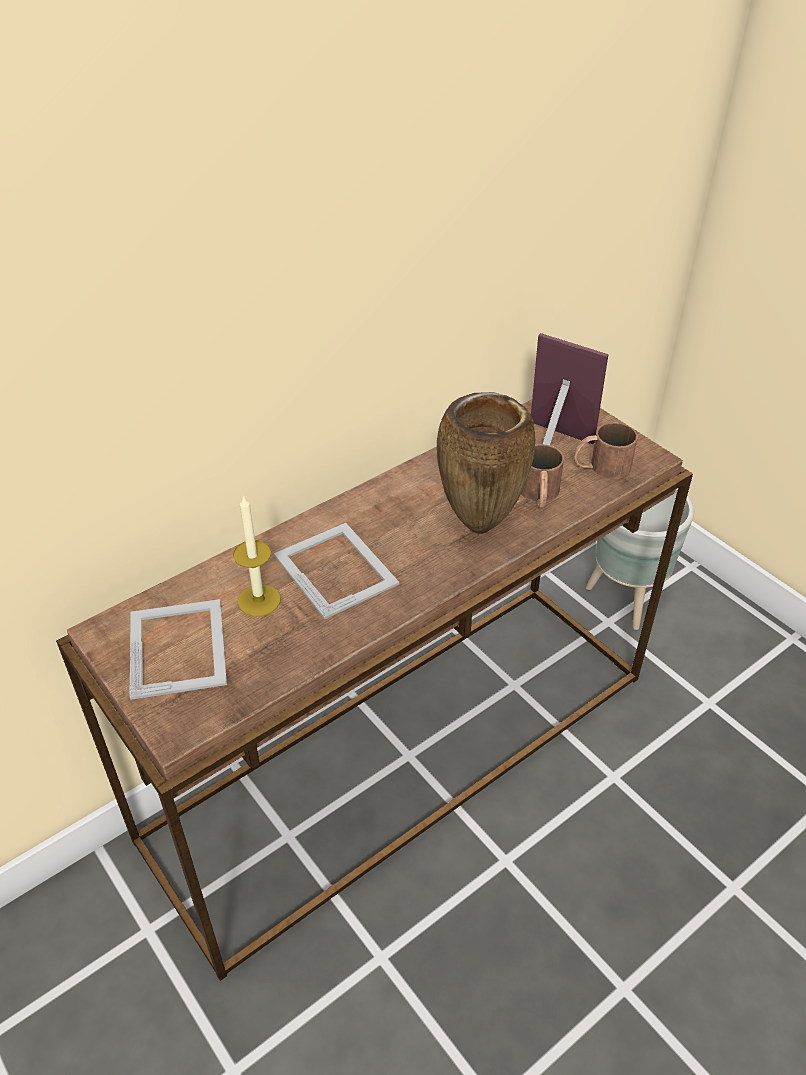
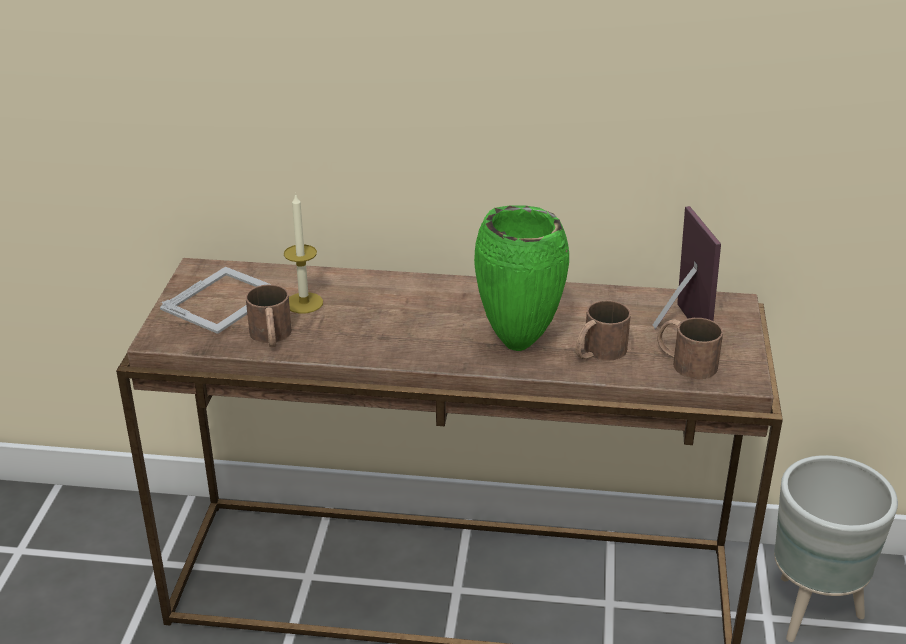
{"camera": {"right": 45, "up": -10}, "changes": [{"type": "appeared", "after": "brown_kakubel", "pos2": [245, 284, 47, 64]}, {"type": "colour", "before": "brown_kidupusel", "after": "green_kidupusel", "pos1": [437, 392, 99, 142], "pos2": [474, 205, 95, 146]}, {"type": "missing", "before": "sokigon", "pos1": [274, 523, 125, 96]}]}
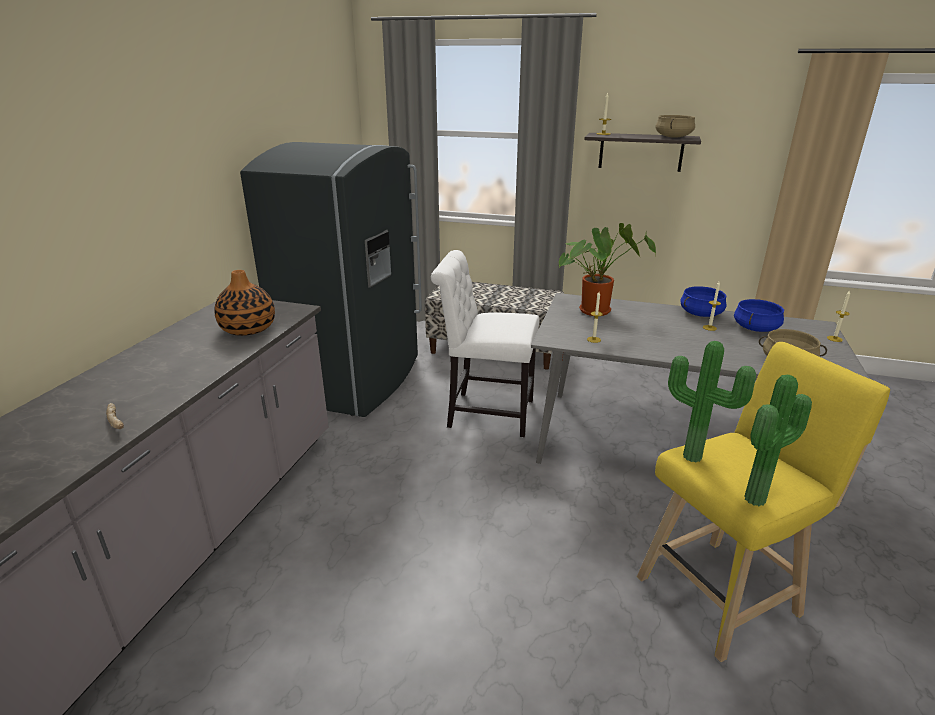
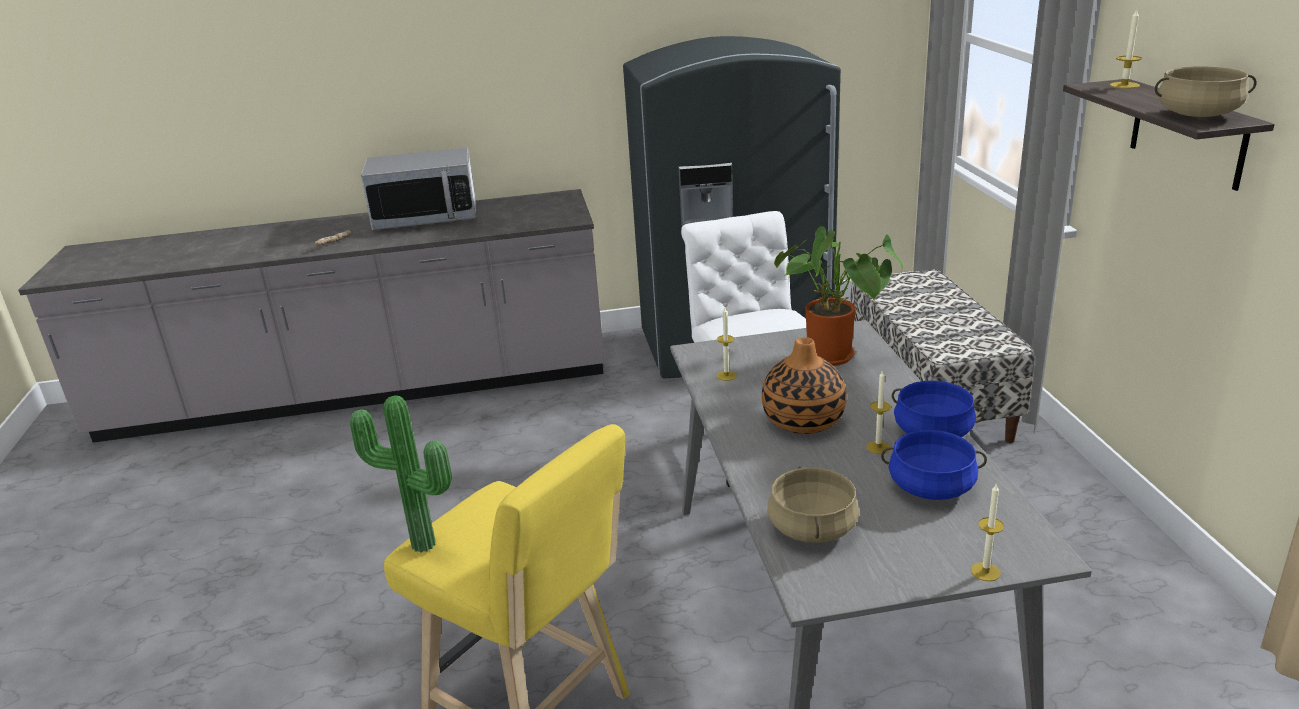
{"camera": {"right": 65, "up": 0}, "changes": [{"type": "appeared", "after": "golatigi", "pos2": [361, 147, 115, 83]}, {"type": "relocated", "before": "kidupusel", "pos1": [214, 270, 61, 66], "pos2": [762, 337, 85, 97]}, {"type": "missing", "before": "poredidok", "pos1": [668, 341, 88, 122]}]}
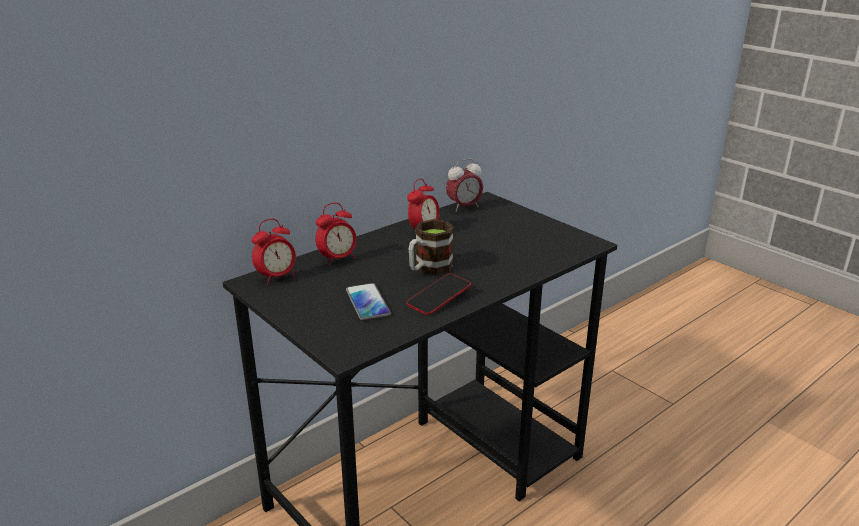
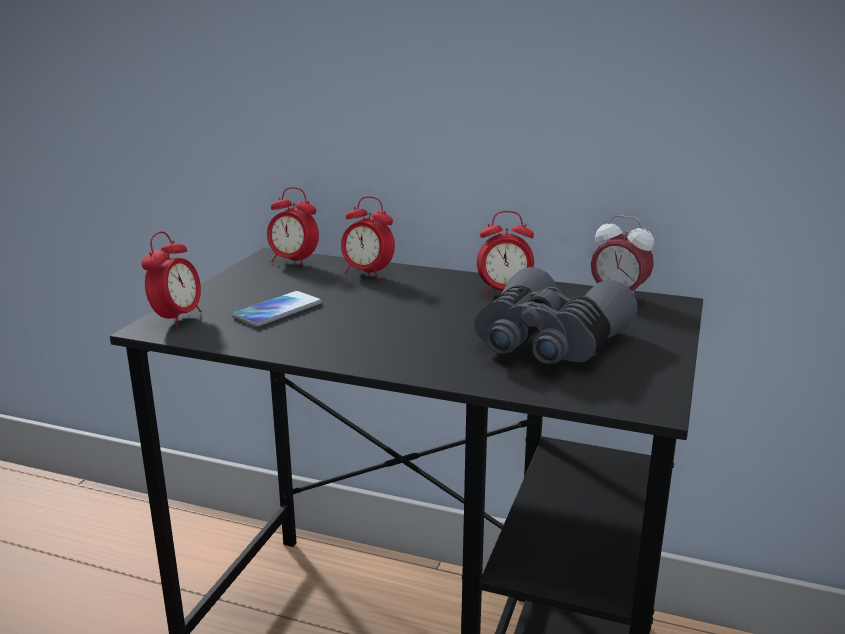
{"camera": {"right": 60, "up": -5}, "changes": [{"type": "appeared", "after": "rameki", "pos2": [141, 232, 61, 95]}, {"type": "appeared", "after": "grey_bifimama", "pos2": [474, 267, 164, 97]}, {"type": "missing", "before": "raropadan", "pos1": [406, 273, 65, 42]}, {"type": "missing", "before": "kakubel", "pos1": [408, 219, 46, 56]}]}
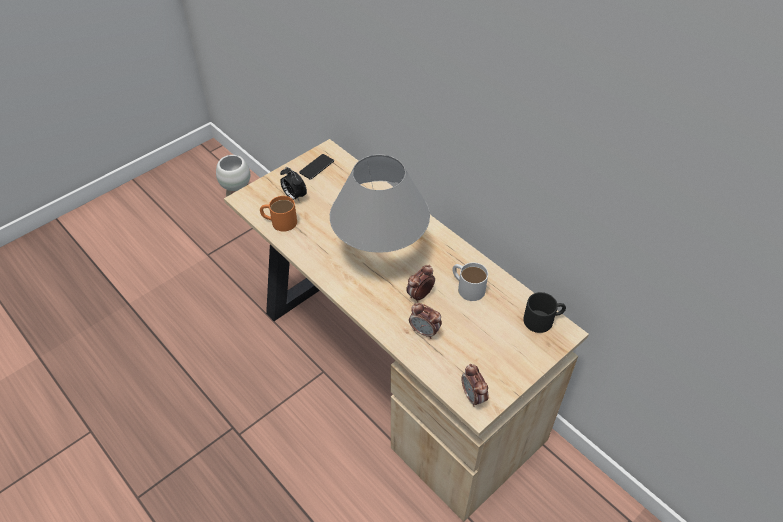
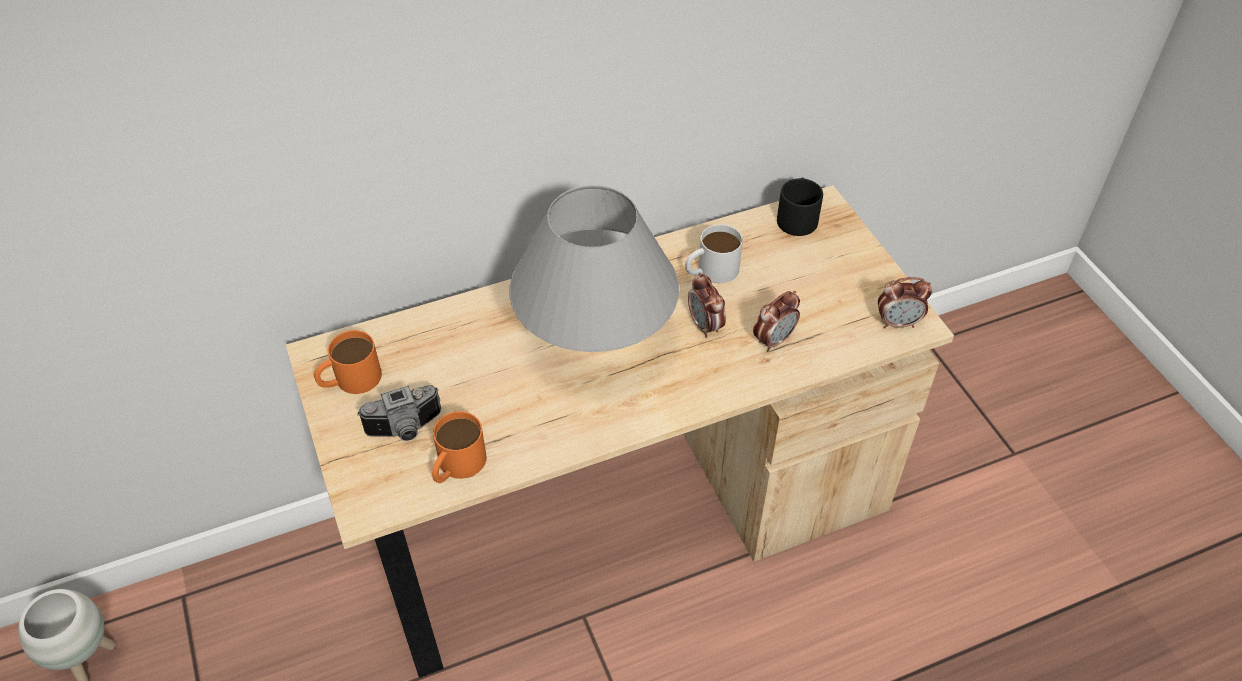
{"camera": {"right": -70, "up": 0}, "changes": [{"type": "exchanged", "before": "raropadan", "after": "orange_kakubel", "pos1": [299, 154, 35, 26], "pos2": [314, 330, 68, 64]}, {"type": "exchanged", "before": "rameki", "after": "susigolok", "pos1": [280, 167, 27, 36], "pos2": [357, 385, 84, 56]}]}
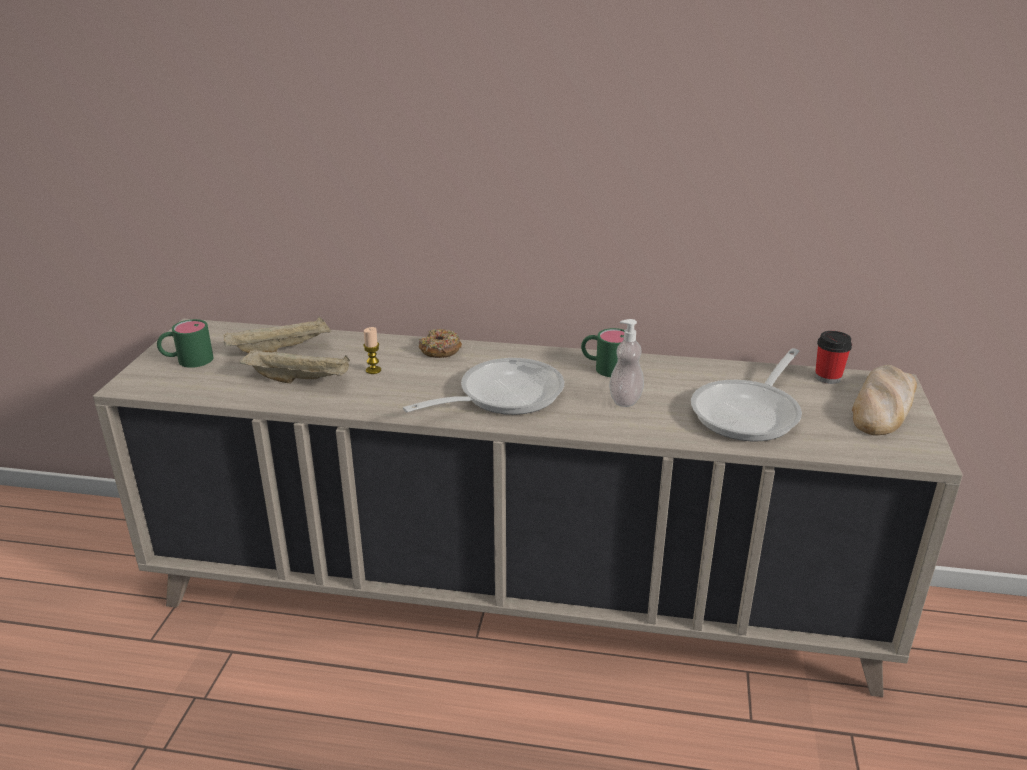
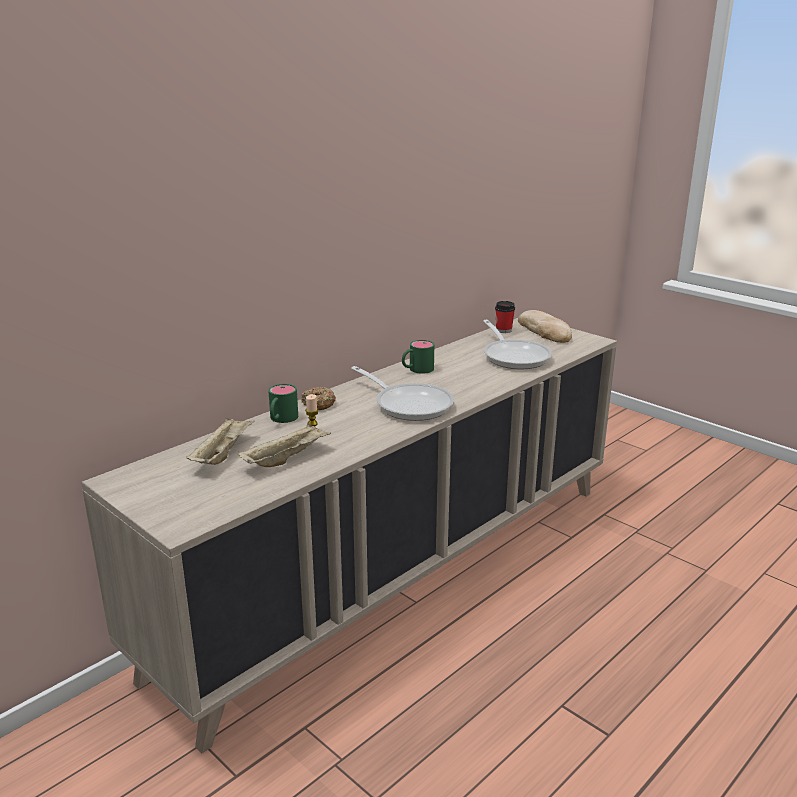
{"camera": {"right": -55, "up": -5}, "changes": [{"type": "relocated", "before": "green_kakubel", "pos1": [157, 319, 57, 49], "pos2": [268, 384, 30, 39]}, {"type": "spun", "before": "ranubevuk", "pos1": [403, 358, 161, 57], "pos2": [351, 366, 103, 55], "turn": 135}, {"type": "missing", "before": "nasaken", "pos1": [609, 319, 35, 88]}]}
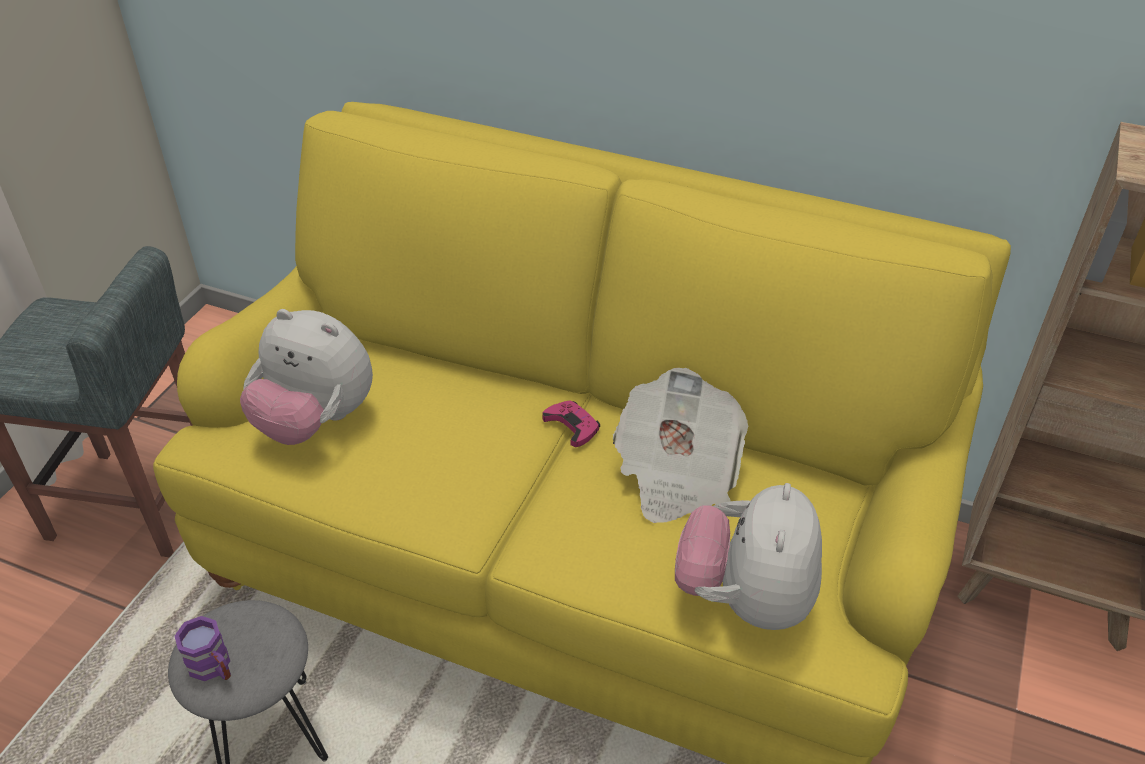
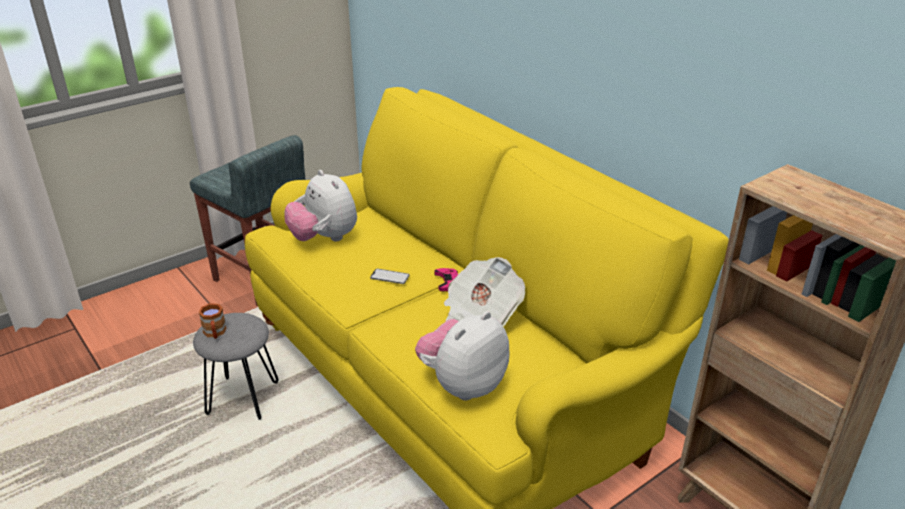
{"camera": {"right": 30, "up": -10}, "changes": [{"type": "colour", "before": "purple_kakubel", "after": "brown_kakubel", "pos1": [175, 616, 56, 65], "pos2": [199, 303, 28, 36]}, {"type": "appeared", "after": "raropadan", "pos2": [370, 268, 40, 16]}]}
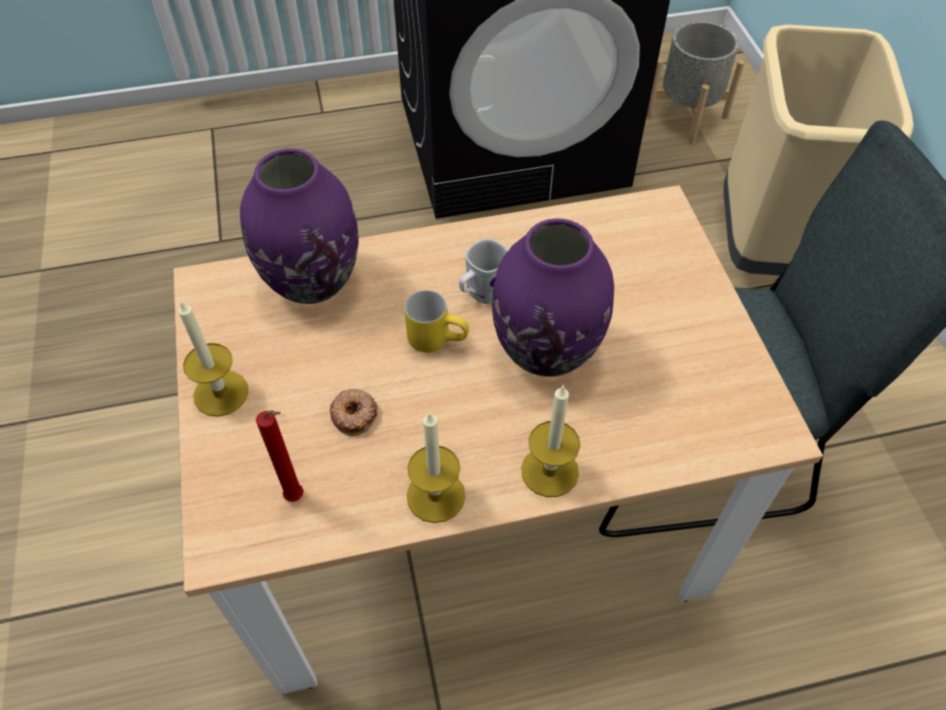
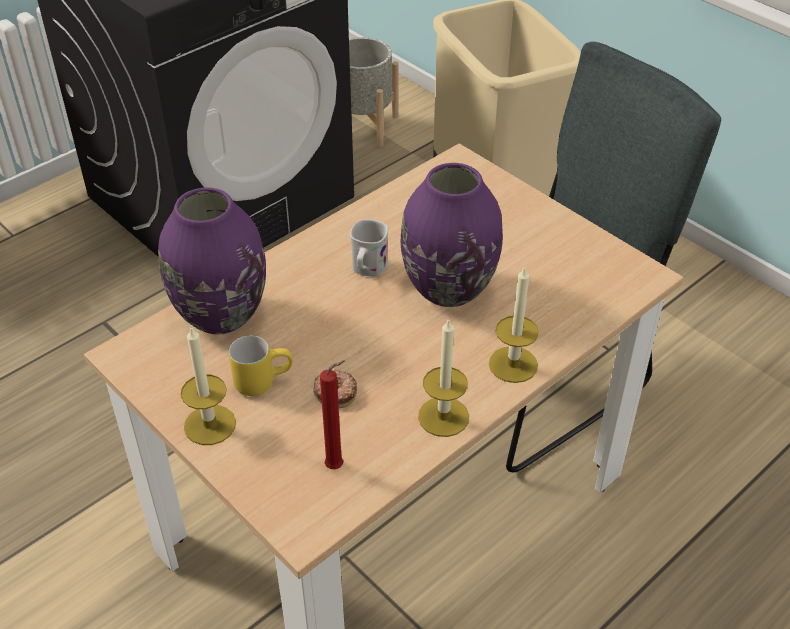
{"camera": {"right": -30, "up": -10}, "changes": [{"type": "relocated", "before": "yellow_kakubel", "pos1": [404, 290, 65, 63], "pos2": [229, 335, 64, 61]}]}
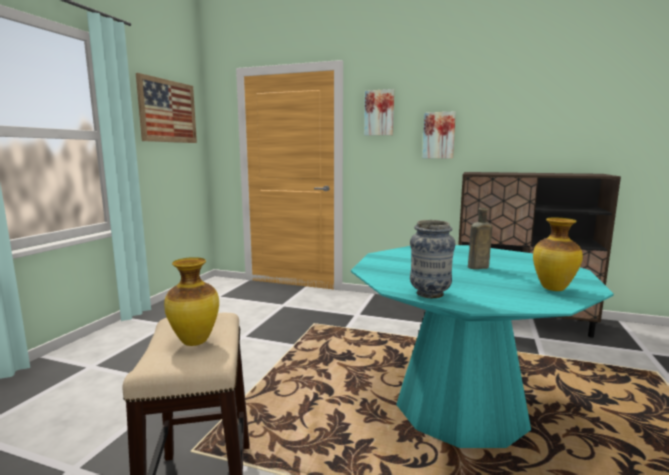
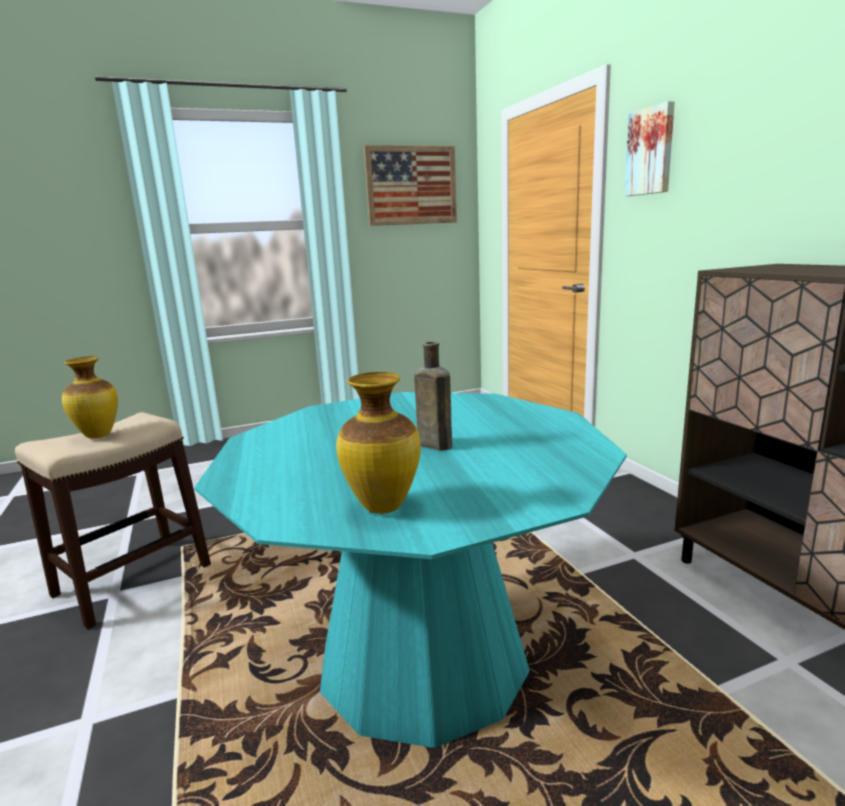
{"camera": {"right": 50, "up": 5}, "changes": [{"type": "missing", "before": "kidupusel", "pos1": [410, 220, 45, 78]}, {"type": "missing", "before": "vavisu", "pos1": [423, 111, 33, 48]}]}
